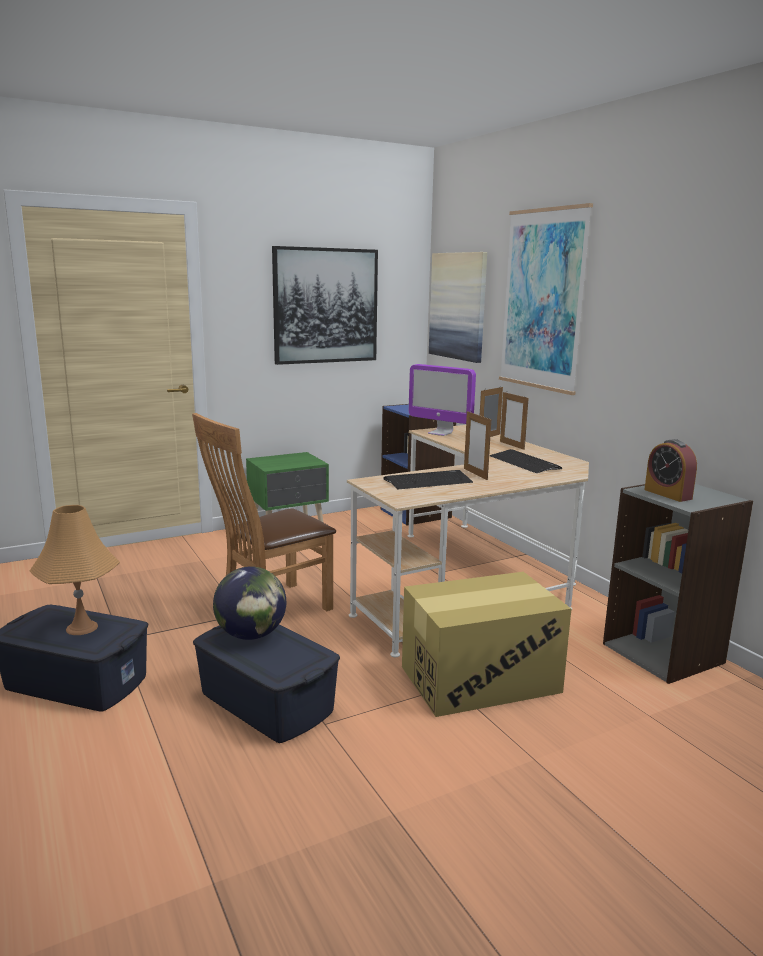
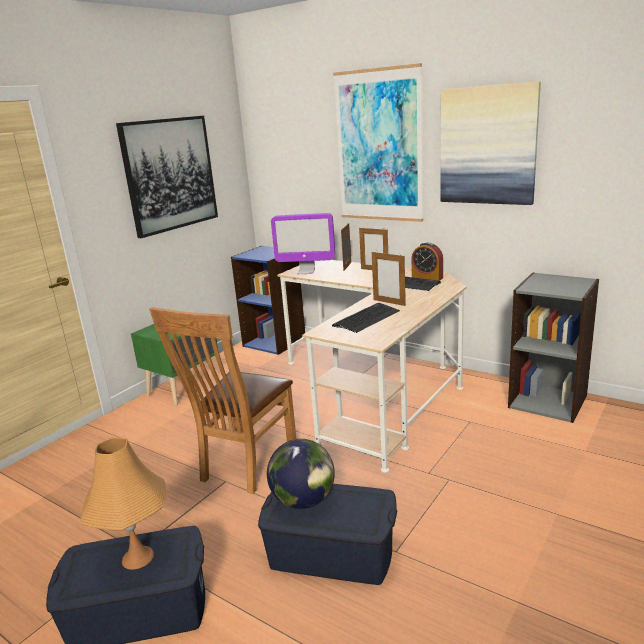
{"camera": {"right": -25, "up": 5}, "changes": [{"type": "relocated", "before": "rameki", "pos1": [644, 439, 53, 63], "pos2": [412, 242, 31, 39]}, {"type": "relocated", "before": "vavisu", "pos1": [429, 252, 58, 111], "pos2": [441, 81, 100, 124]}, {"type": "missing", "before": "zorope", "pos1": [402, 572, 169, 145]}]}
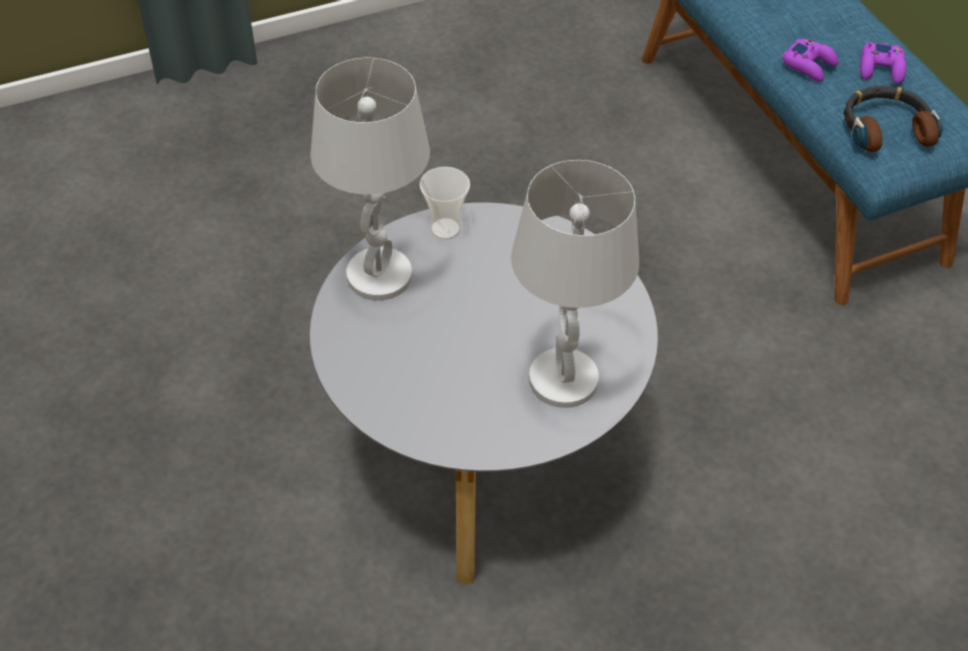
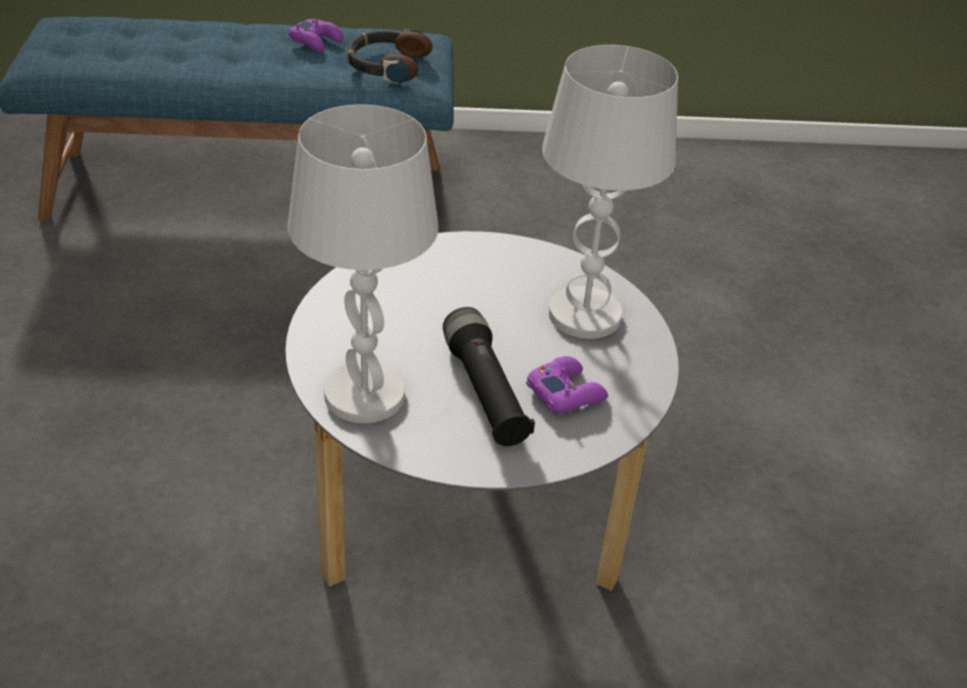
{"camera": {"right": -70, "up": -10}, "changes": [{"type": "appeared", "after": "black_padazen", "pos2": [443, 307, 92, 139]}, {"type": "relocated", "before": "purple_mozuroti", "pos1": [782, 39, 56, 43], "pos2": [526, 356, 82, 57]}, {"type": "missing", "before": "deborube", "pos1": [420, 167, 50, 73]}]}
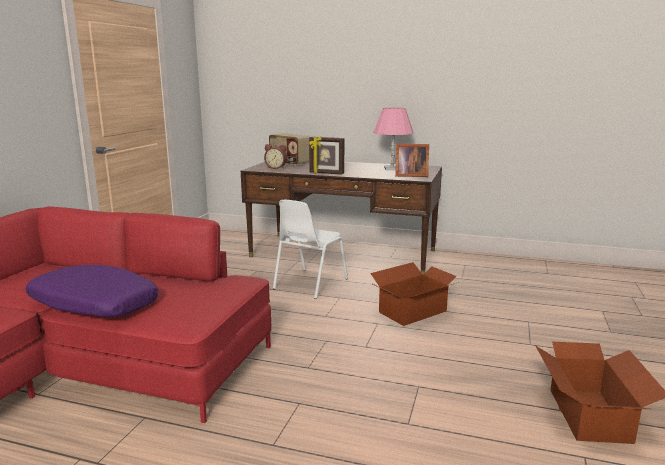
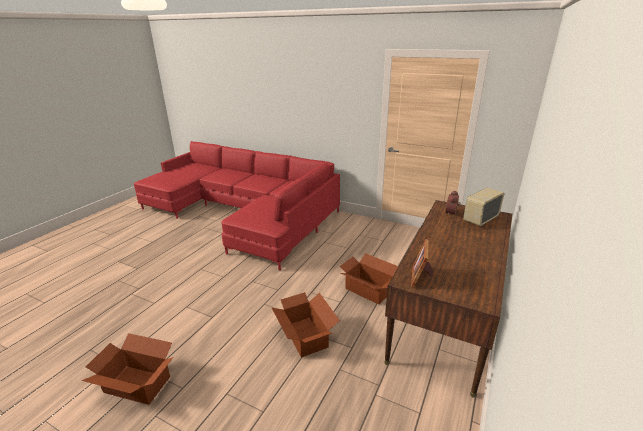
{"camera": {"right": 100, "up": 10}, "changes": [{"type": "exchanged", "before": "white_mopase", "after": "zorope", "pos1": [273, 200, 75, 99], "pos2": [340, 253, 58, 51]}, {"type": "missing", "before": "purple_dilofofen", "pos1": [26, 265, 133, 52]}, {"type": "missing", "before": "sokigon", "pos1": [309, 136, 35, 39]}, {"type": "missing", "before": "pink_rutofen", "pos1": [373, 107, 40, 63]}]}
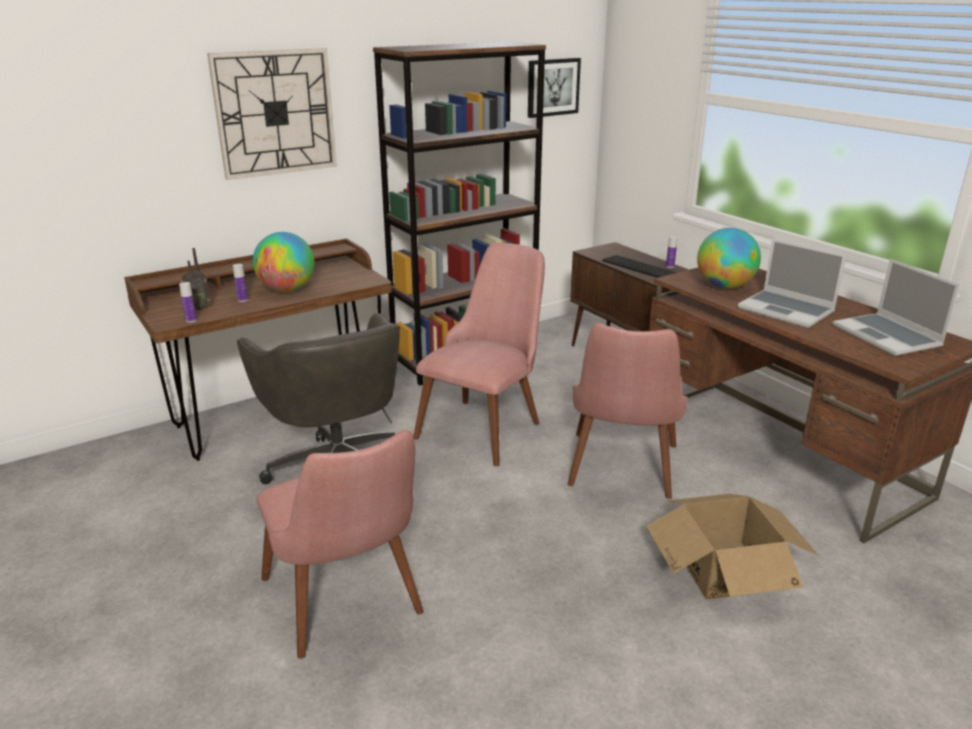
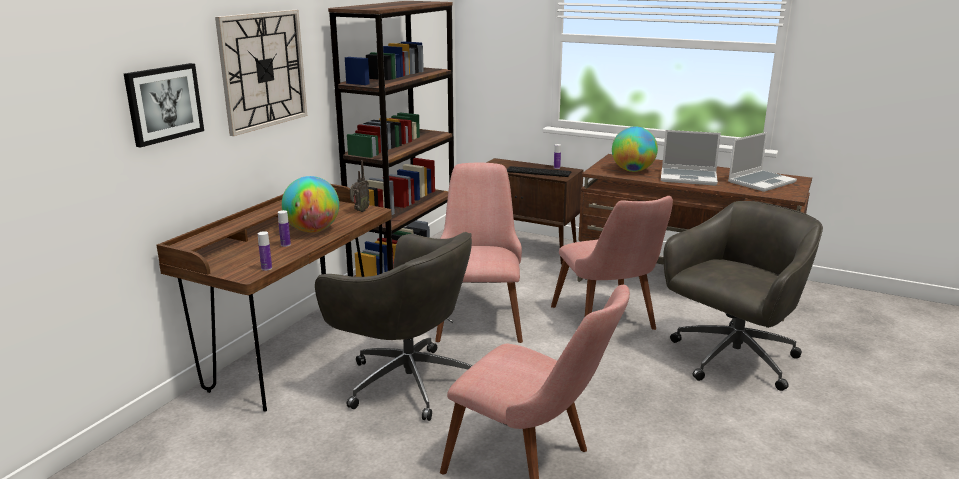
{"camera": {"right": -30, "up": -5}, "changes": [{"type": "relocated", "before": "vavisu", "pos1": [528, 58, 53, 60], "pos2": [124, 63, 80, 84]}, {"type": "relocated", "before": "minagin", "pos1": [180, 248, 30, 62], "pos2": [350, 160, 20, 52]}, {"type": "exchanged", "before": "zorope", "after": "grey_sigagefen", "pos1": [646, 494, 172, 106], "pos2": [663, 201, 160, 190]}, {"type": "spun", "before": "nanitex", "pos1": [833, 259, 127, 97], "pos2": [728, 132, 69, 60], "turn": -75}]}
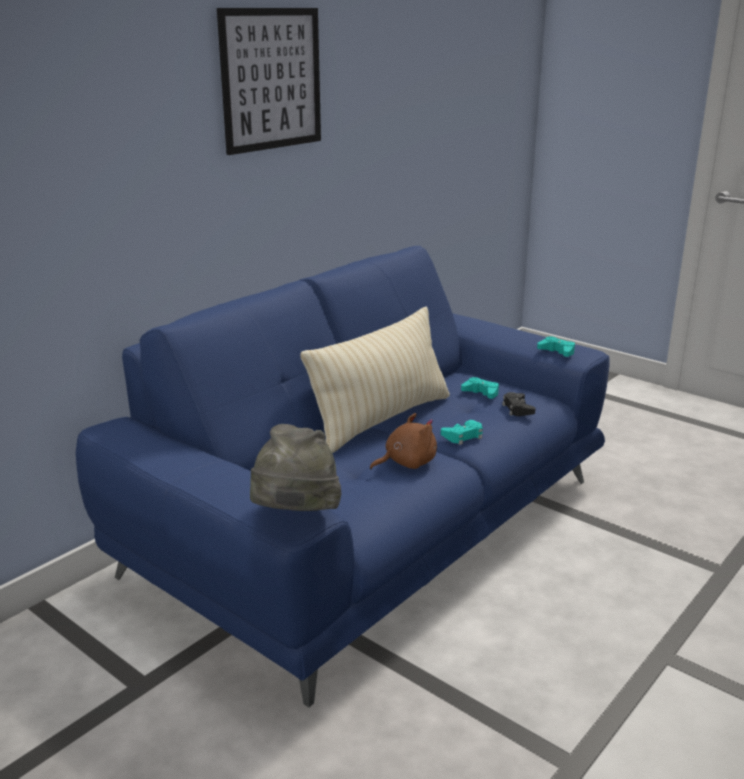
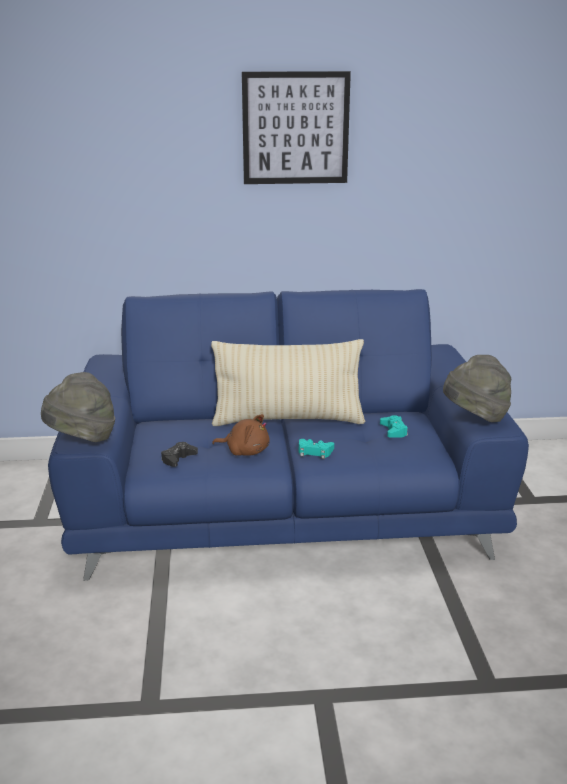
{"camera": {"right": 45, "up": 0}, "changes": [{"type": "relocated", "before": "black_mozuroti", "pos1": [502, 392, 34, 24], "pos2": [161, 442, 37, 25]}, {"type": "exchanged", "before": "turquoise_mozuroti", "after": "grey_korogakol", "pos1": [537, 336, 38, 21], "pos2": [443, 355, 68, 67]}]}
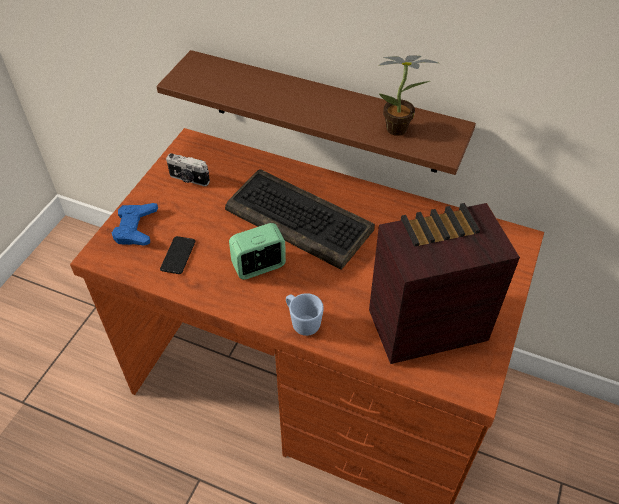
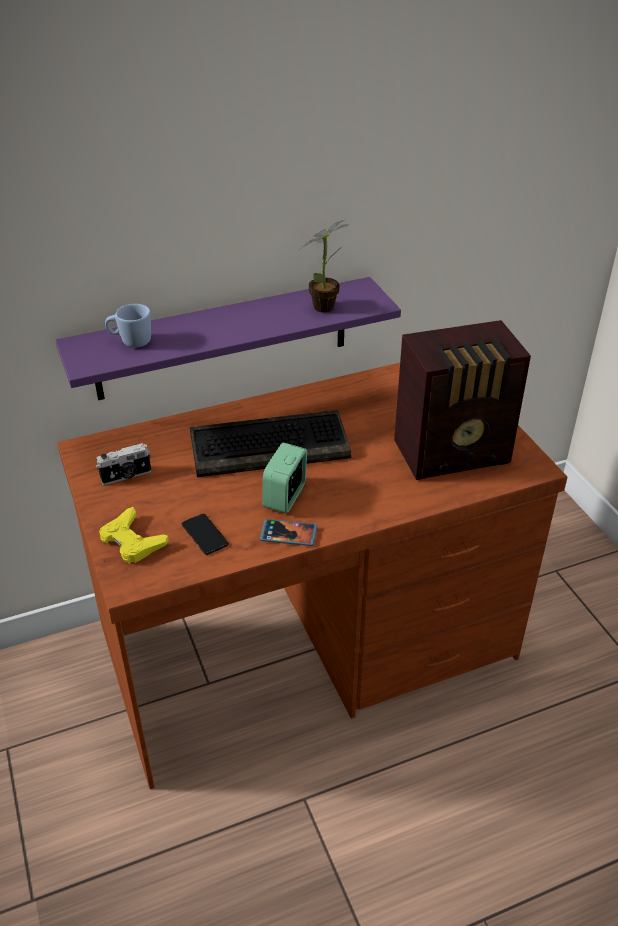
{"camera": {"right": -45, "up": -10}, "changes": [{"type": "colour", "before": "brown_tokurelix", "after": "purple_tokurelix", "pos1": [157, 50, 319, 125], "pos2": [55, 277, 346, 123]}, {"type": "colour", "before": "blue_mozuroti", "after": "yellow_mozuroti", "pos1": [112, 203, 46, 43], "pos2": [99, 507, 69, 57]}, {"type": "relocated", "before": "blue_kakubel", "pos1": [286, 293, 38, 43], "pos2": [105, 304, 46, 44]}, {"type": "appeared", "after": "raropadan", "pos2": [260, 519, 57, 27]}, {"type": "spun", "before": "minagin", "pos1": [369, 203, 151, 161], "pos2": [394, 320, 137, 160], "turn": -135}]}
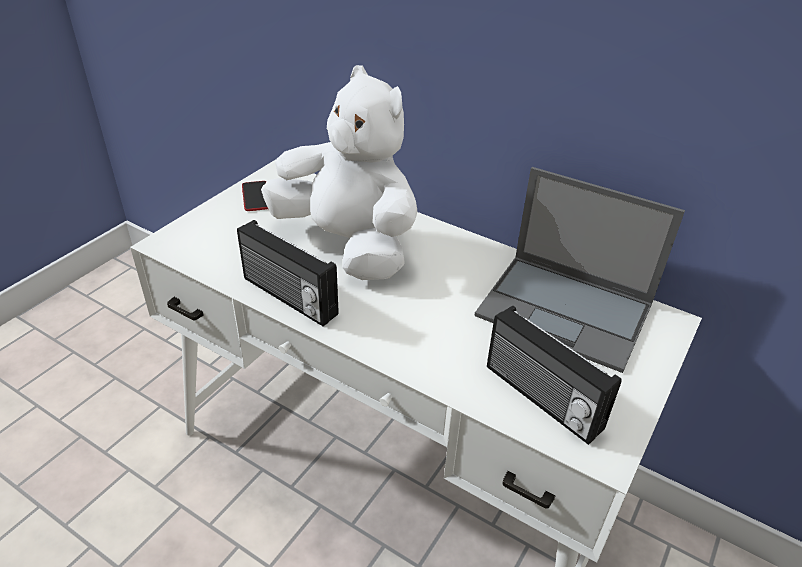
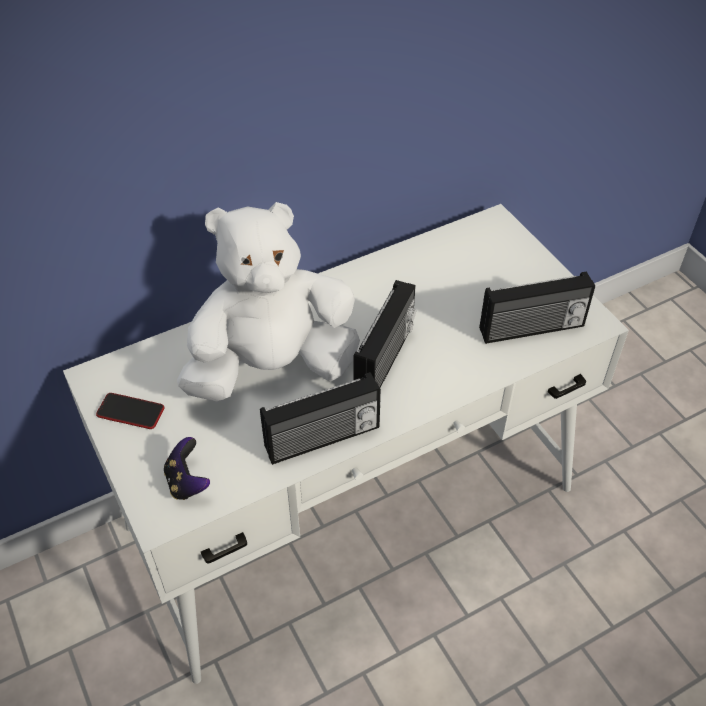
{"camera": {"right": -60, "up": 10}, "changes": [{"type": "appeared", "after": "mozuroti", "pos2": [164, 437, 46, 63]}, {"type": "appeared", "after": "minagin", "pos2": [353, 280, 63, 108]}, {"type": "missing", "before": "nanitex", "pos1": [475, 167, 210, 206]}]}
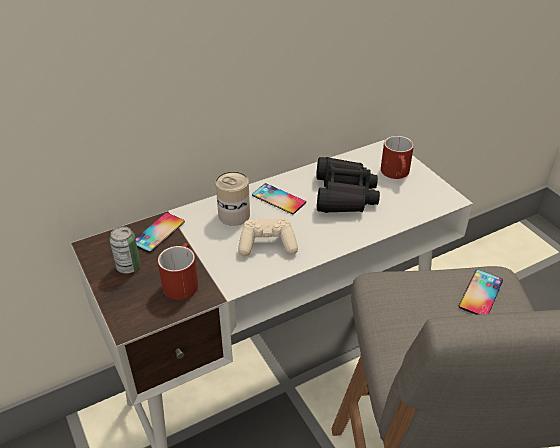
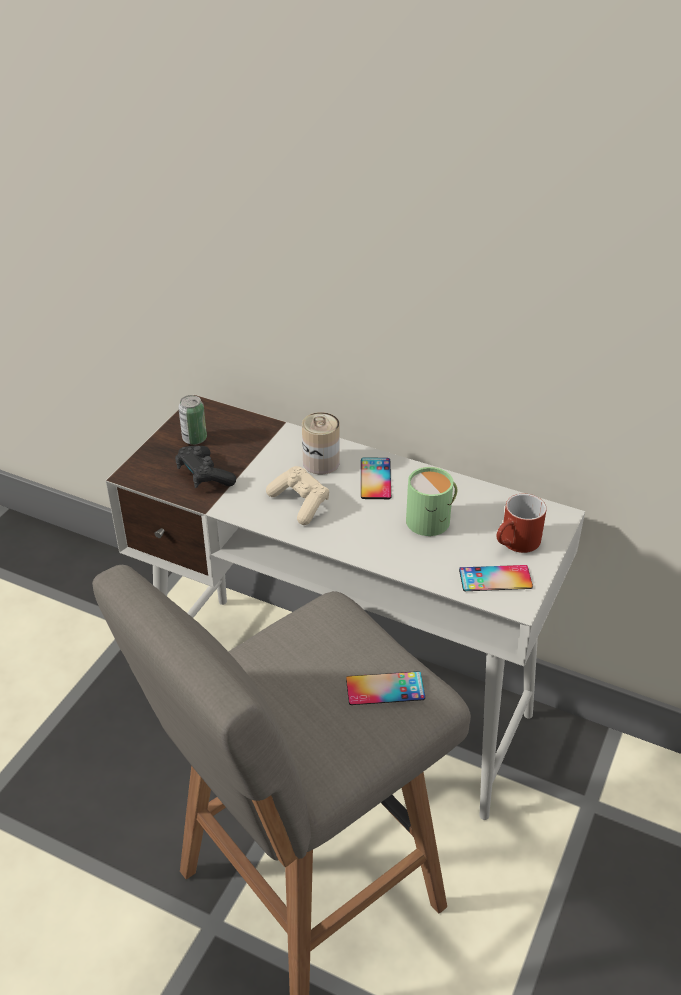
{"camera": {"right": 55, "up": 0}, "changes": [{"type": "exchanged", "before": "red_kakubel", "after": "black_mozuroti", "pos1": [158, 243, 40, 57], "pos2": [175, 446, 61, 42]}, {"type": "exchanged", "before": "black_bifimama", "after": "green_kakubel", "pos1": [316, 157, 64, 56], "pos2": [406, 467, 51, 69]}, {"type": "relocated", "before": "raropadan", "pos1": [136, 213, 49, 40], "pos2": [459, 565, 74, 26]}]}
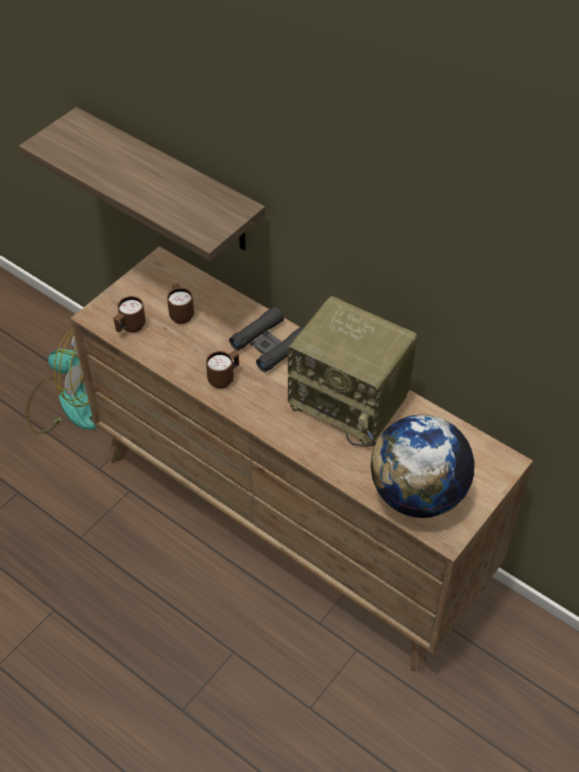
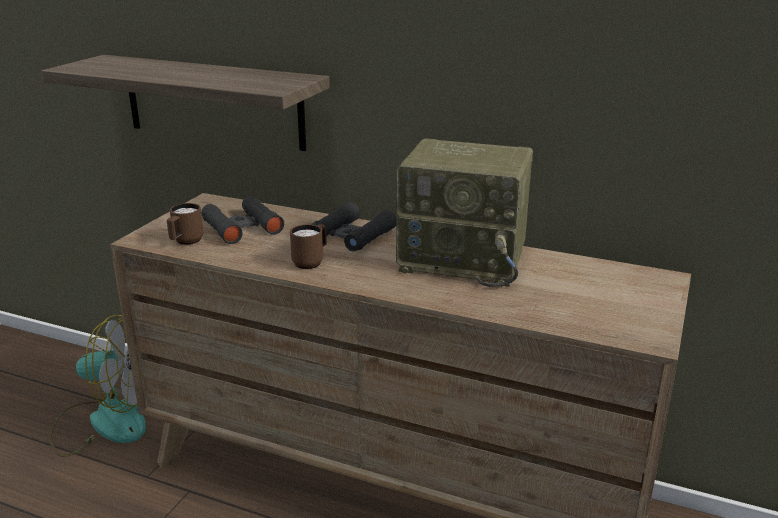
{"camera": {"right": -15, "up": -25}, "changes": [{"type": "exchanged", "before": "brown_kakubel", "after": "black_bifimama", "pos1": [167, 284, 27, 40], "pos2": [201, 196, 83, 48]}, {"type": "missing", "before": "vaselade", "pos1": [370, 415, 105, 103]}]}
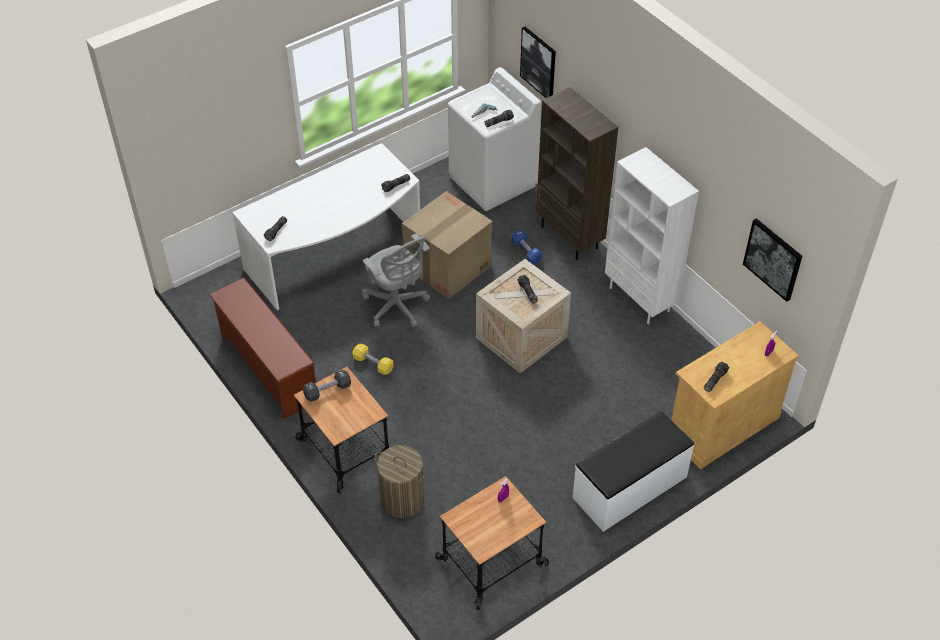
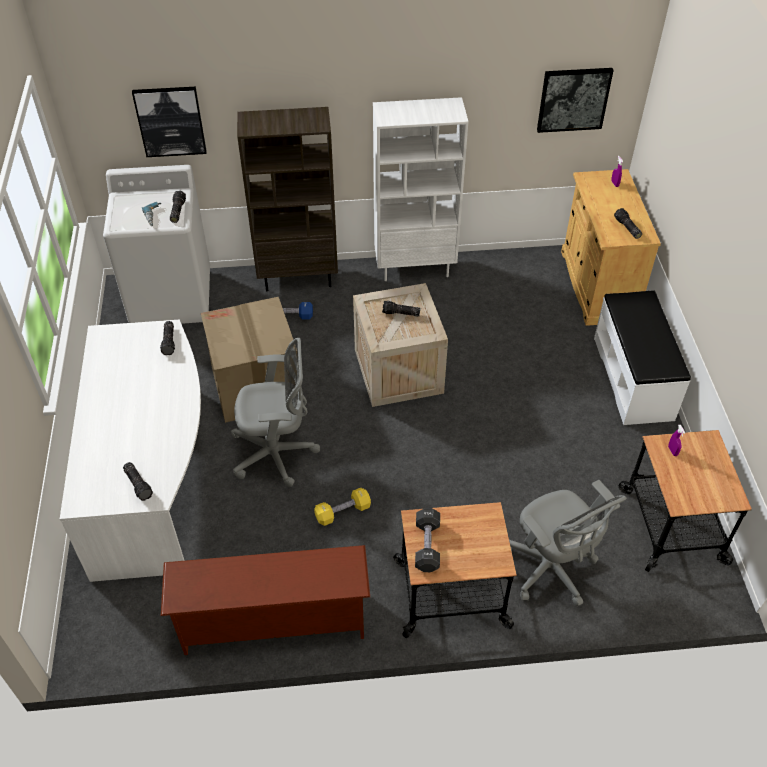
{"camera": {"right": -60, "up": 0}, "changes": [{"type": "exchanged", "before": "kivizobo", "after": "grey_sigagefen", "pos1": [374, 445, 51, 73], "pos2": [509, 480, 118, 126]}]}
